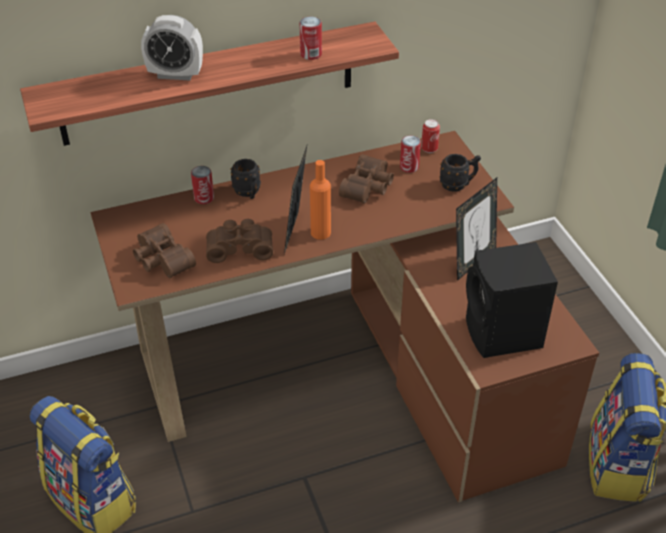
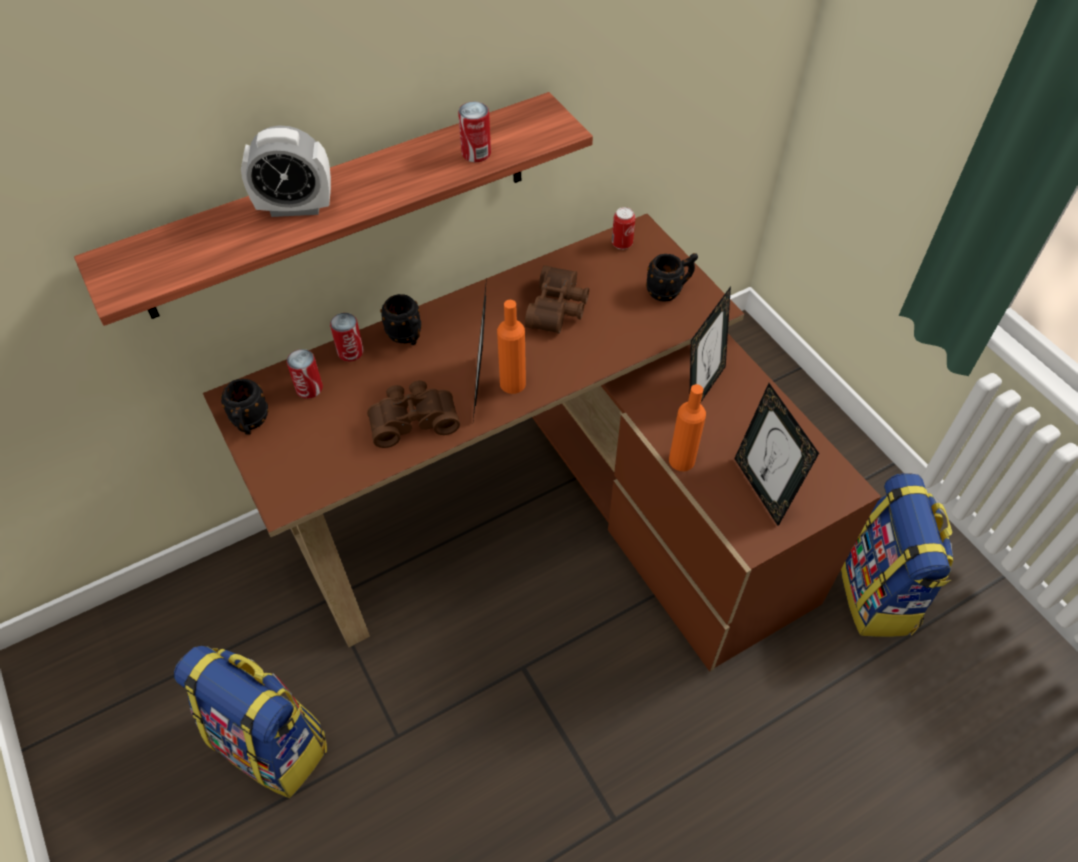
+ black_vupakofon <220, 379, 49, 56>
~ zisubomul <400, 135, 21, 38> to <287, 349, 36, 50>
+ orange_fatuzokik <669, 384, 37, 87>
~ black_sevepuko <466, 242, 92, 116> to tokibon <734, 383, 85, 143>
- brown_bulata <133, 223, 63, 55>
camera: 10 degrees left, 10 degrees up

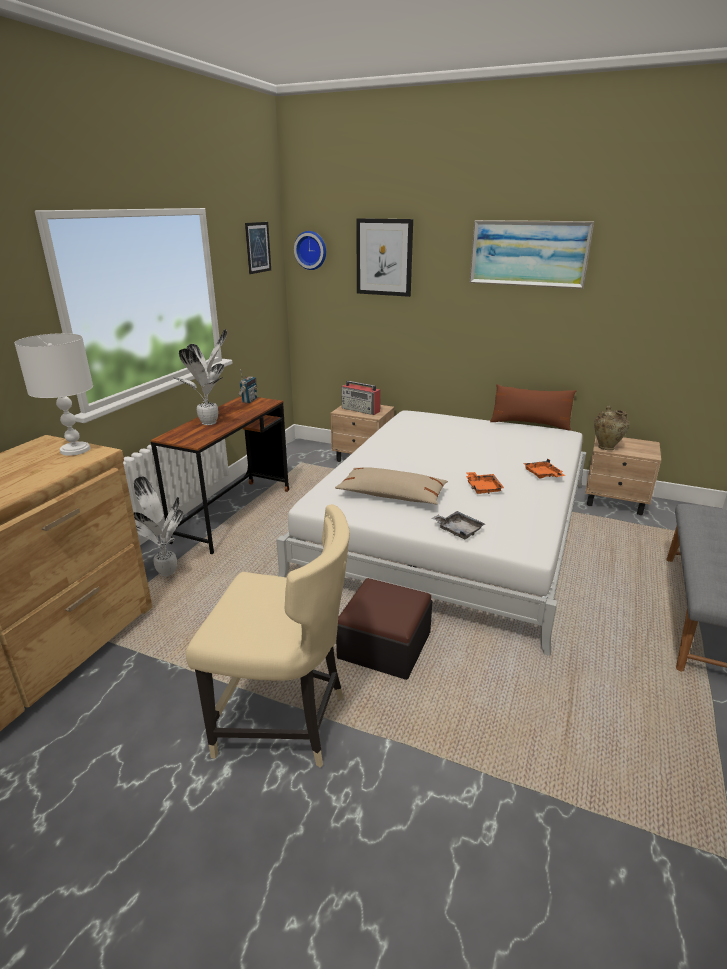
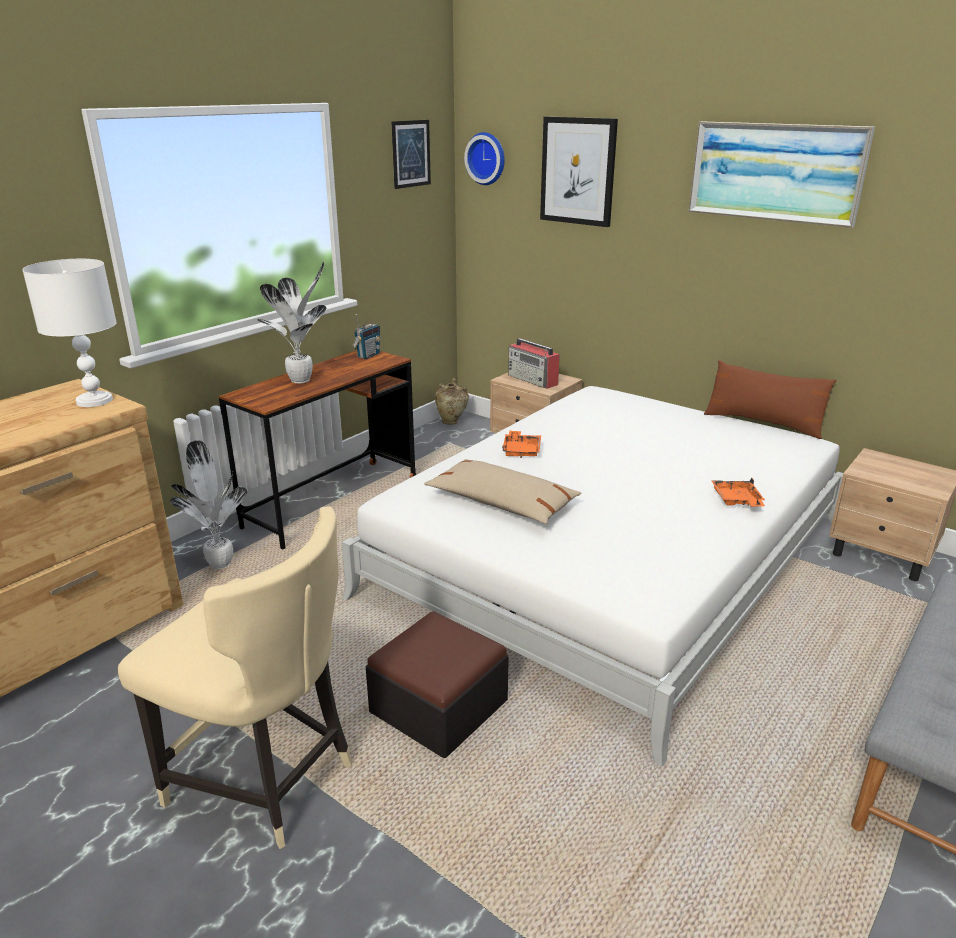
~ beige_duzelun <594, 405, 36, 45> to <435, 378, 34, 47>
~ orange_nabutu <466, 472, 38, 22> to <502, 431, 39, 27>
- grey_nabutu <432, 511, 53, 29>
camera: 15 degrees right, 0 degrees up

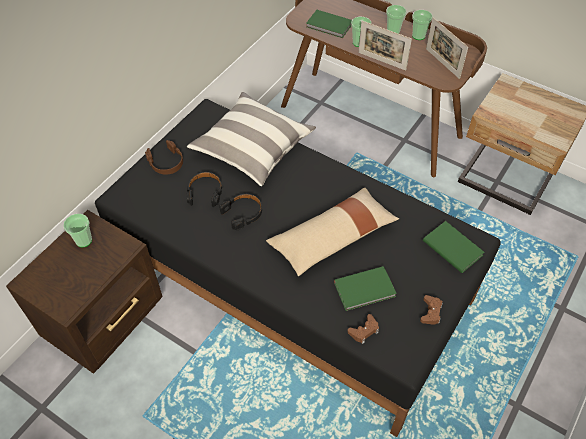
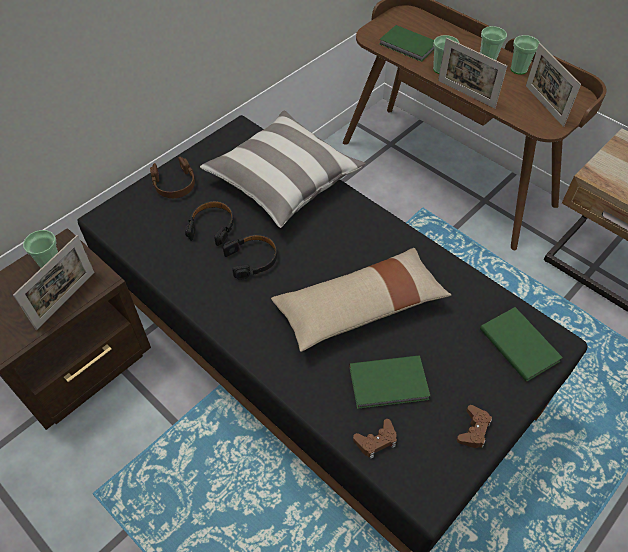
+ tokibon <13, 235, 82, 95>
camera: 10 degrees right, 0 degrees up

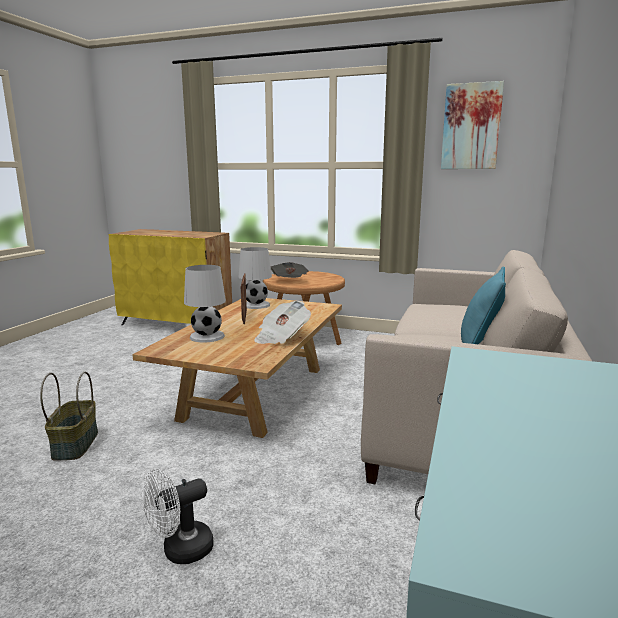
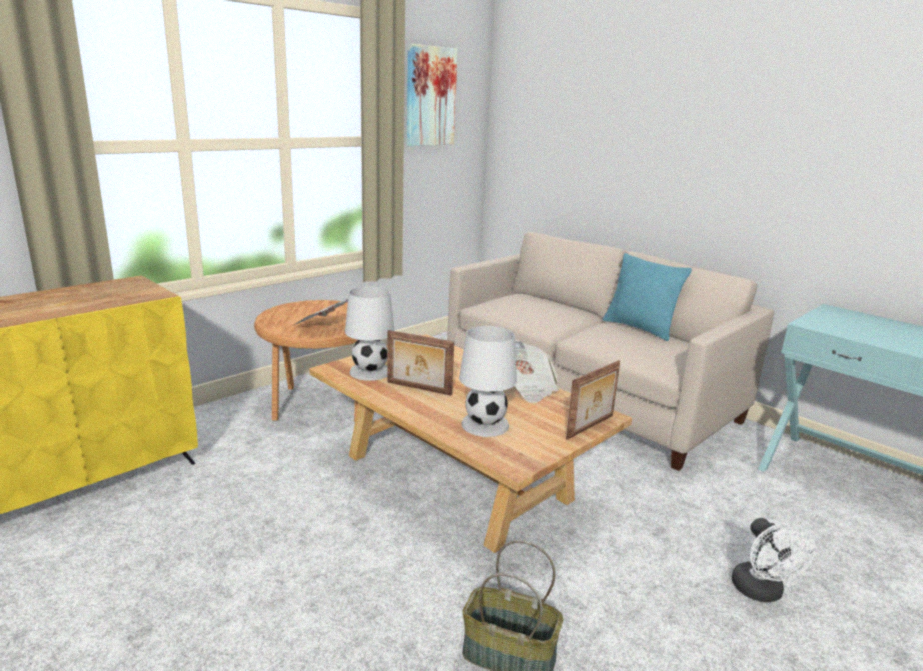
+ tokibon <566, 360, 54, 80>
camera: 65 degrees left, 5 degrees up

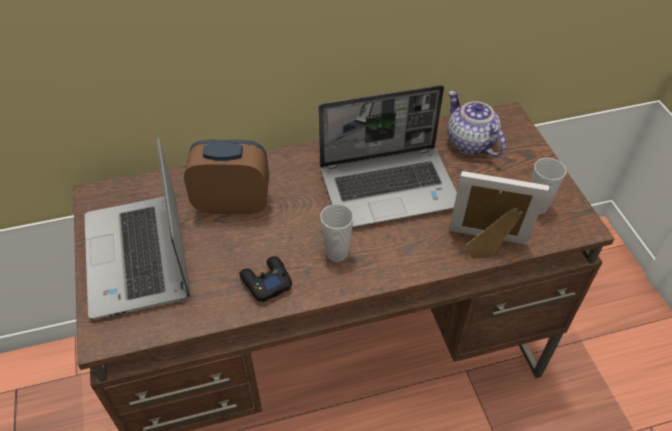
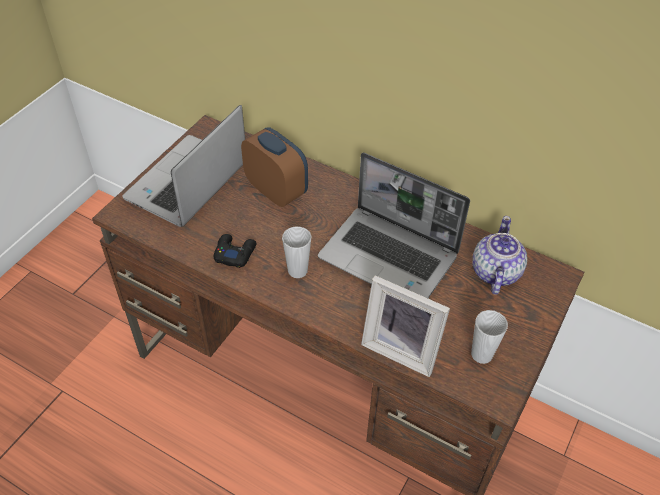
~ tokibon <449, 171, 100, 87> = <361, 275, 89, 102> 150 degrees clockwise
camera: 45 degrees right, 0 degrees up

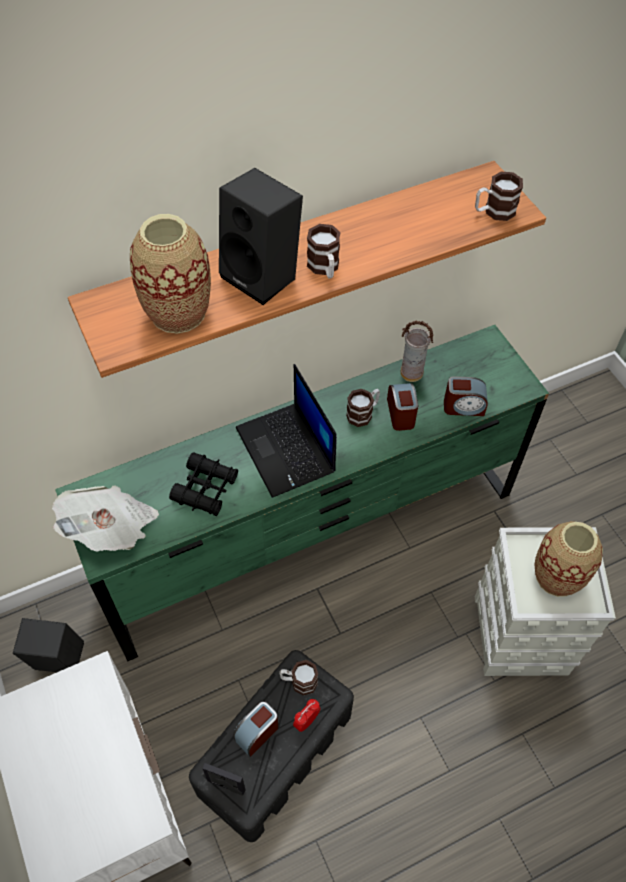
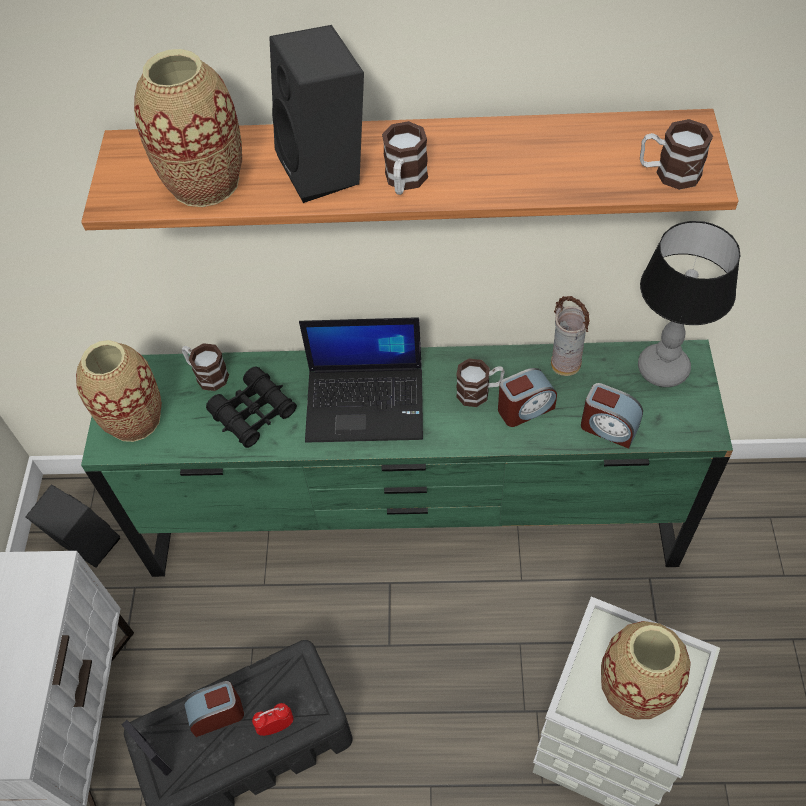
~ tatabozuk <52, 485, 107, 67> to duzelun <76, 340, 86, 102>
~ vupakofon <279, 660, 39, 36> to <182, 343, 47, 48>
~ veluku <236, 364, 101, 134> = <299, 317, 124, 126> 90 degrees counterclockwise
~ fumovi <387, 383, 31, 48> = <498, 368, 59, 59> 45 degrees clockwise
+ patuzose <638, 221, 103, 166>
camera: 30 degrees right, 0 degrees up

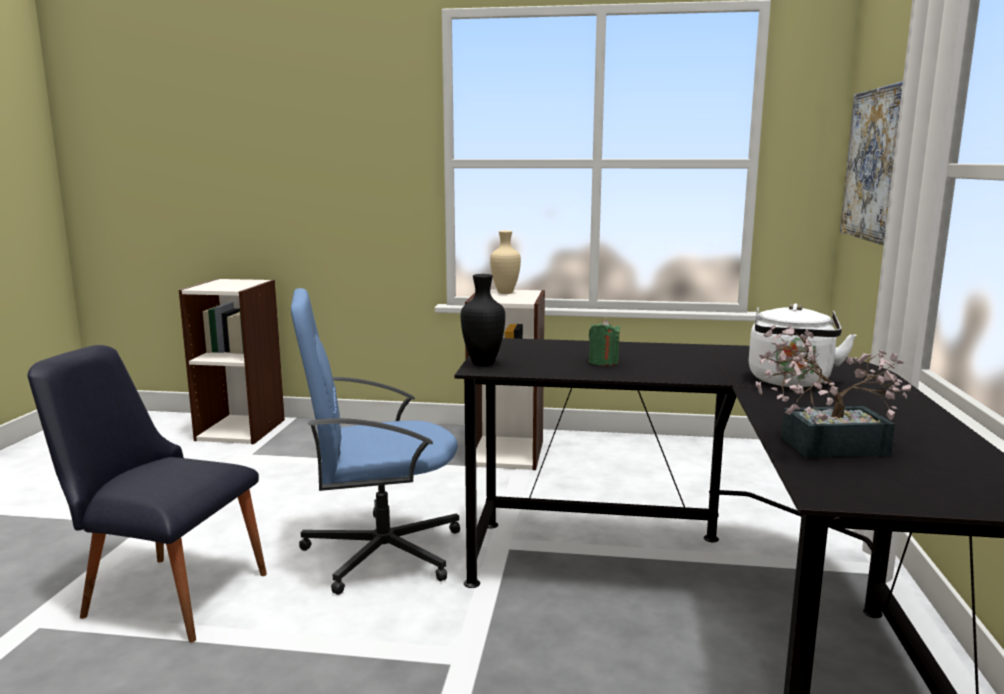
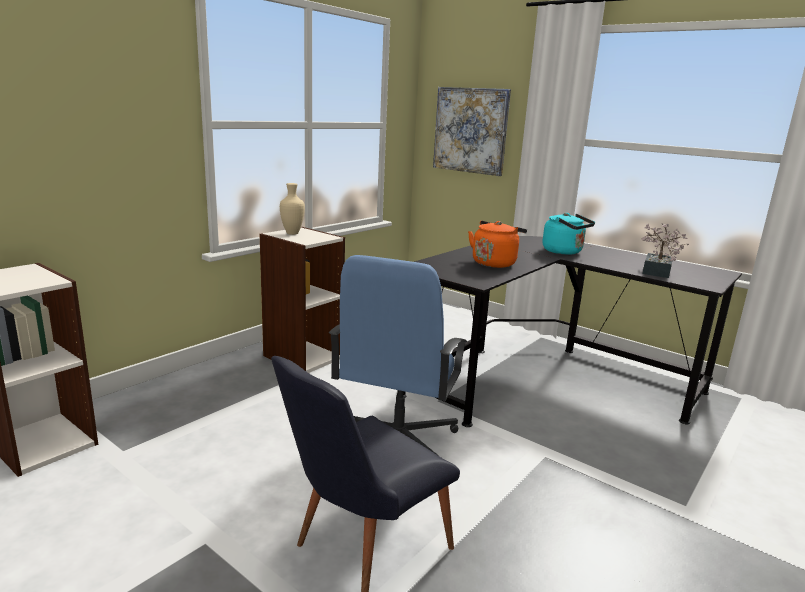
~ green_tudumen <589, 319, 32, 47> to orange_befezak <468, 221, 59, 47>
~ white_befezak <749, 303, 107, 84> to turquoise_befezak <543, 213, 52, 42>
- black_duzelun <461, 274, 44, 92>
camera: 60 degrees left, 5 degrees up

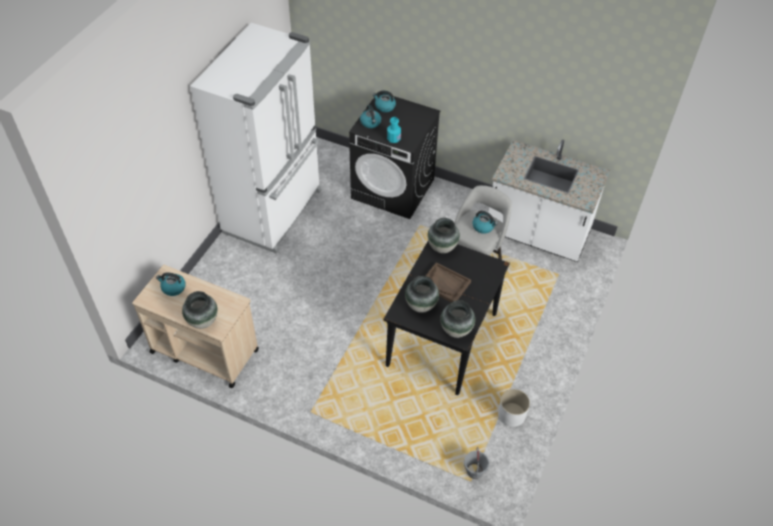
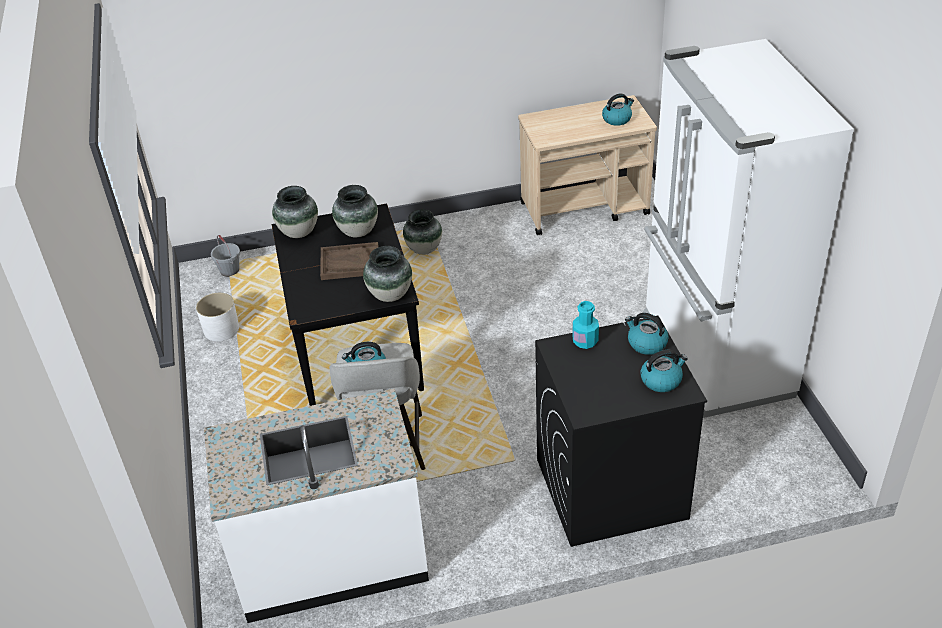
~ duzelun <182, 291, 36, 38> to <403, 209, 39, 46>
camera: 145 degrees right, 10 degrees down

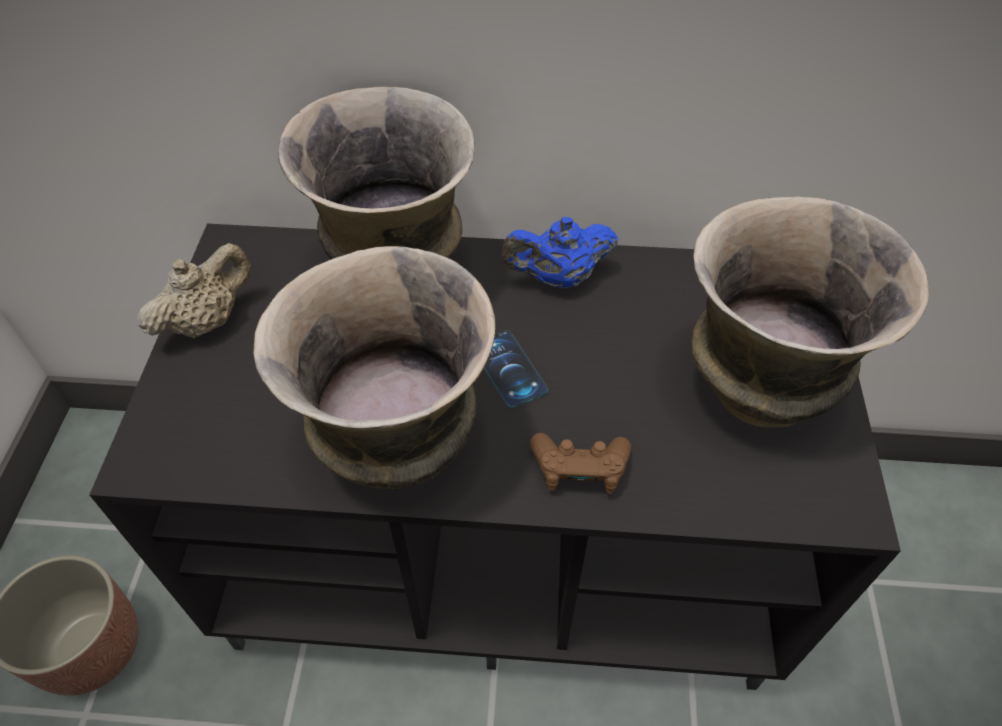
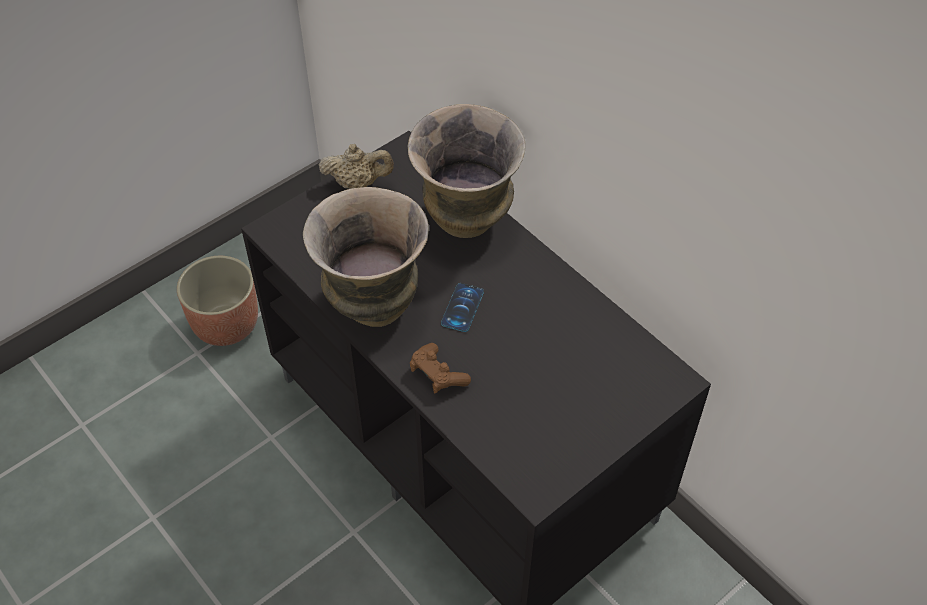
- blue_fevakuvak <502, 217, 116, 72>
- duzelun <691, 196, 238, 231>
camera: 45 degrees right, 0 degrees up

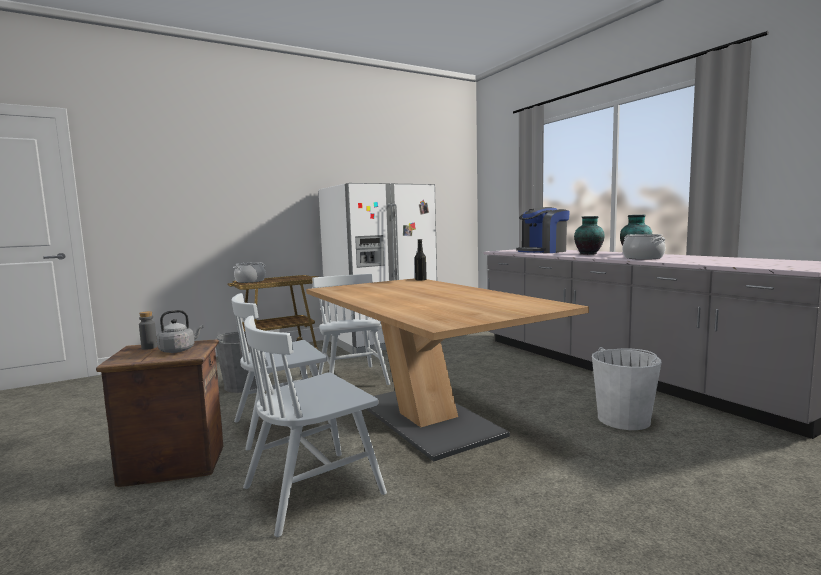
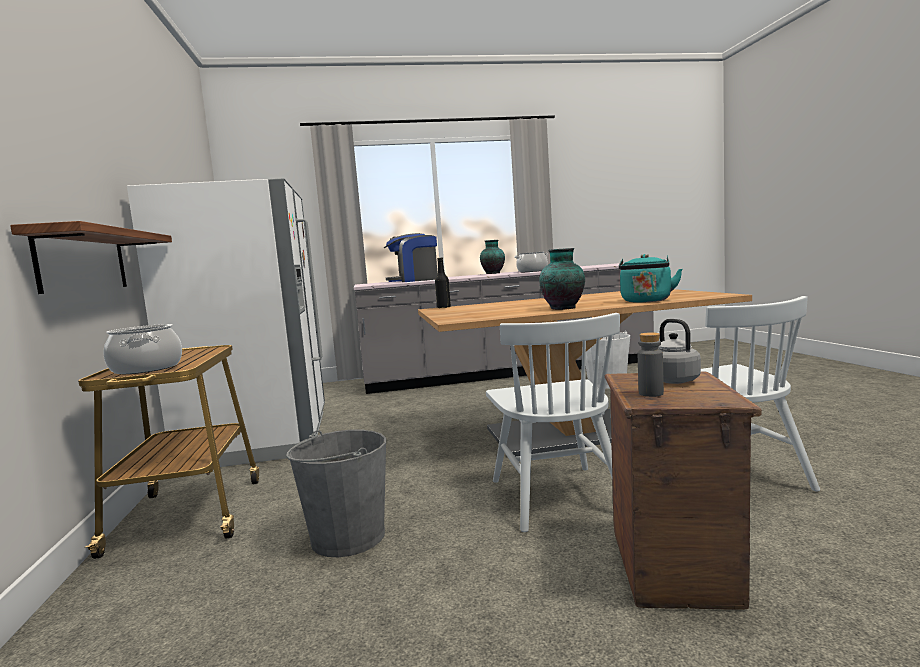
+ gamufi <10, 221, 162, 73>
~ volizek <516, 207, 54, 46> = <384, 233, 54, 49> 90 degrees clockwise
~ duzelun <574, 216, 31, 39> to <539, 248, 46, 62>
+ turquoise_befezak <619, 254, 63, 49>
- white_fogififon <312, 274, 78, 111>
camera: 70 degrees left, 0 degrees up

